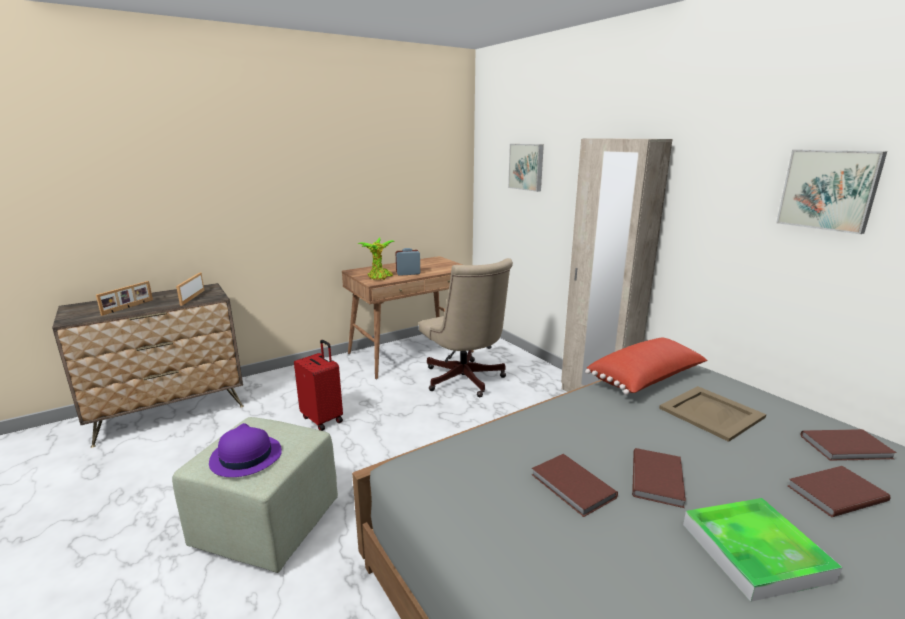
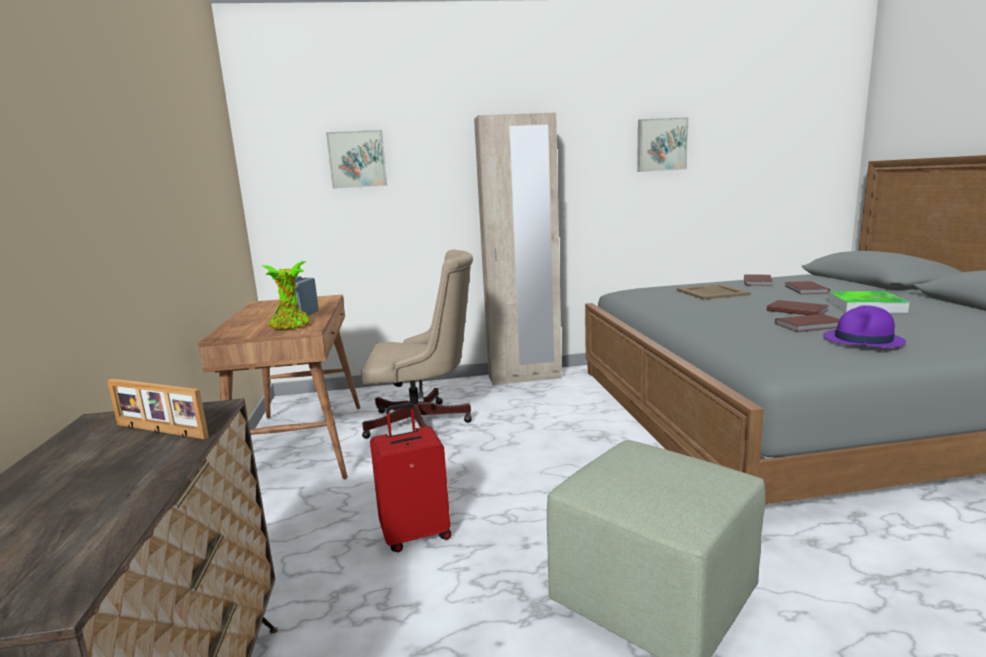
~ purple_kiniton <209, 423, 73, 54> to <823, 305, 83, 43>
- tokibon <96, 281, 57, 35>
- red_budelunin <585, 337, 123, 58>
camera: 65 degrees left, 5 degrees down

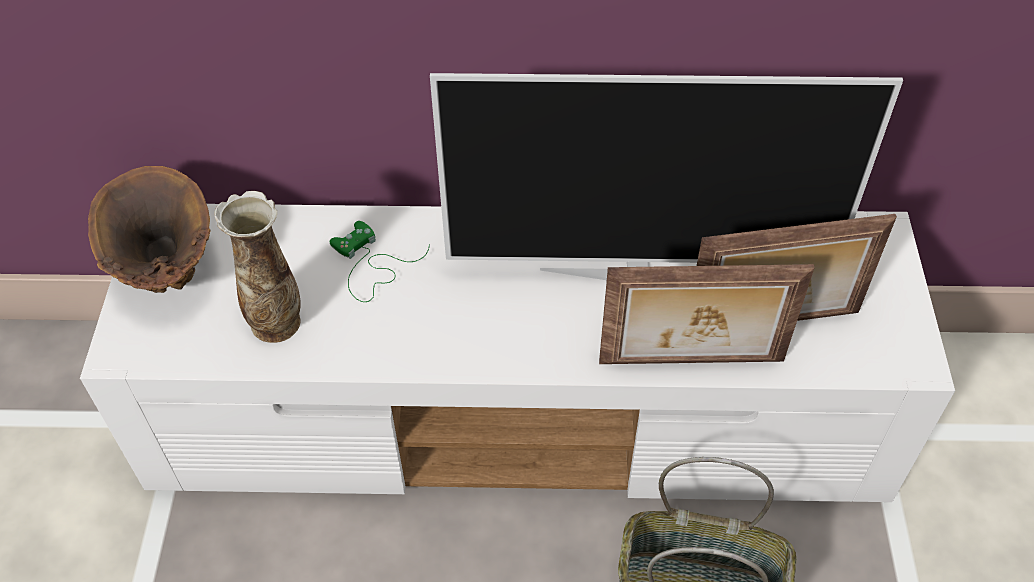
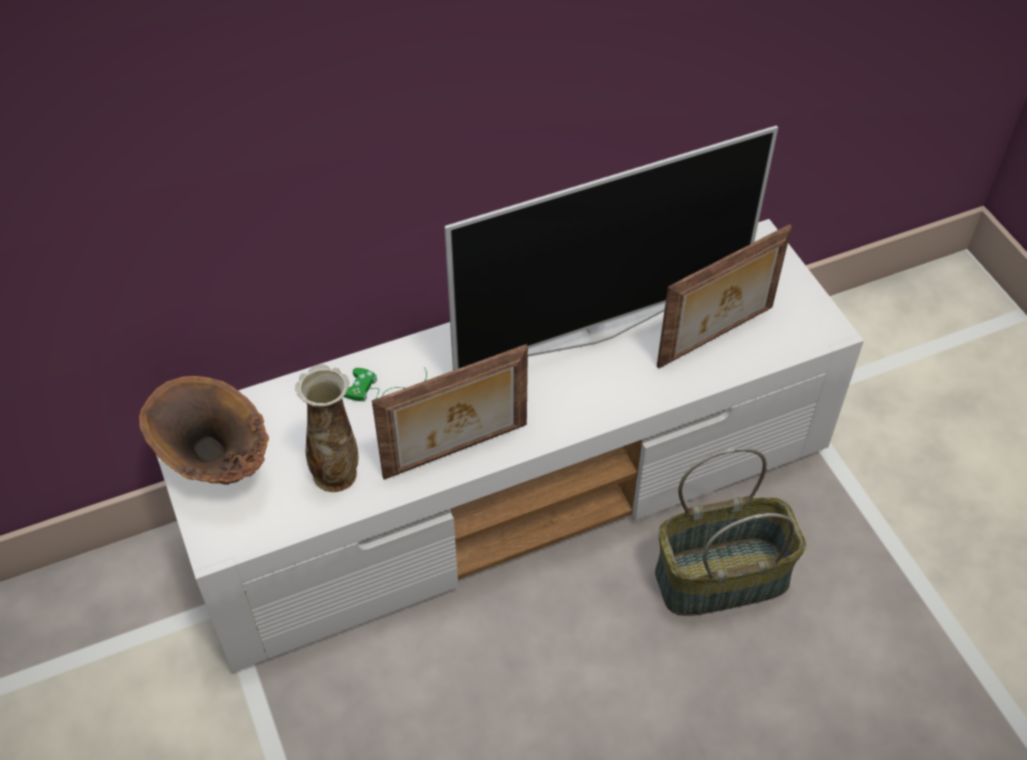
~ tokibon <599, 264, 216, 100> to <372, 344, 156, 136>
camera: 25 degrees left, 0 degrees up

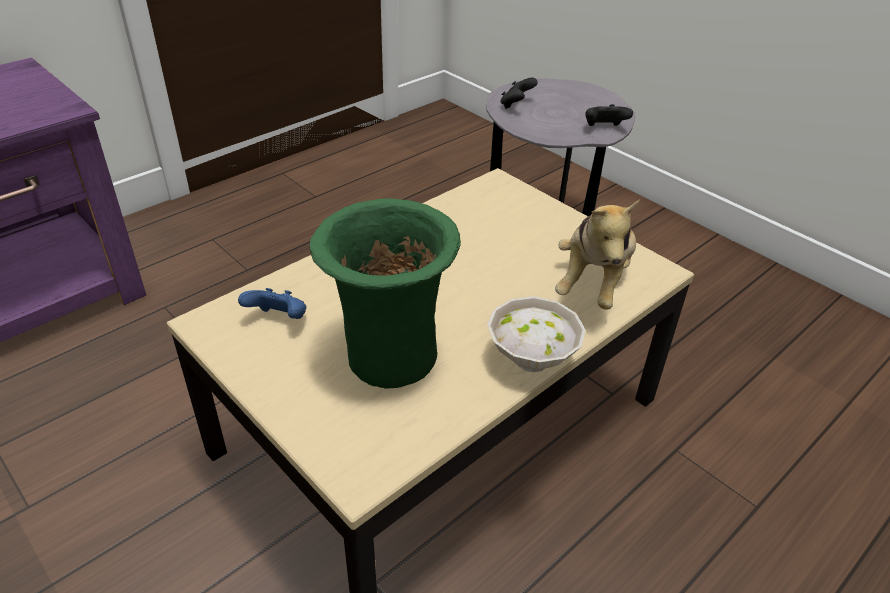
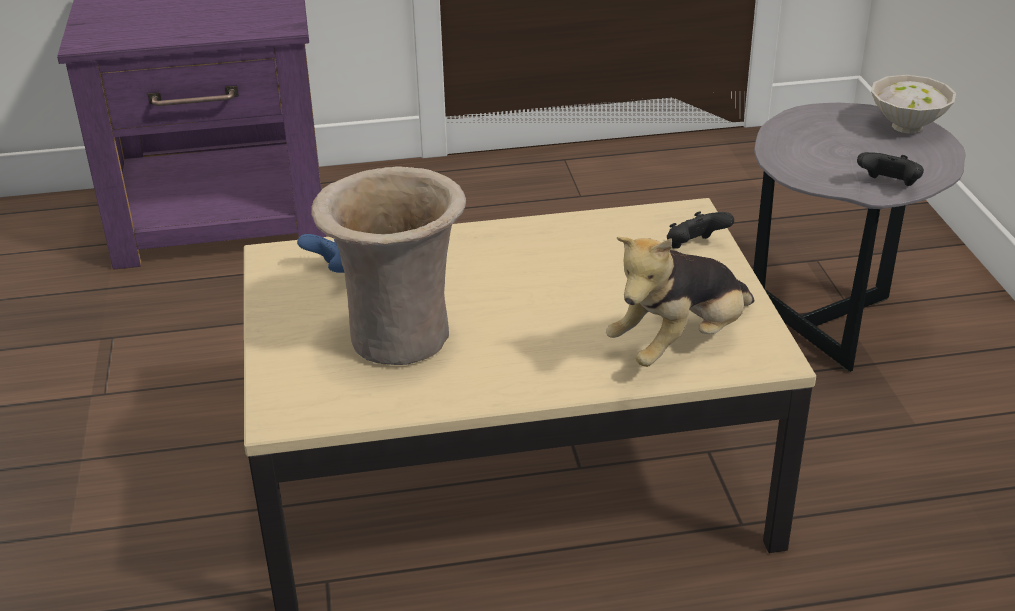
~ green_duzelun <310, 198, 151, 191> to beige_duzelun <311, 166, 155, 199>
~ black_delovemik <500, 77, 38, 32> to <667, 211, 67, 38>
~ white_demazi <487, 296, 99, 76> to <871, 75, 85, 59>
camera: 35 degrees right, 5 degrees down

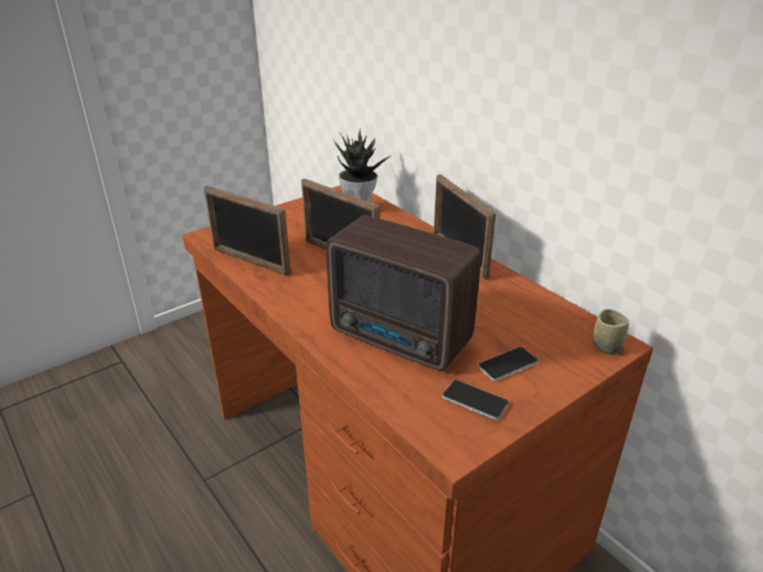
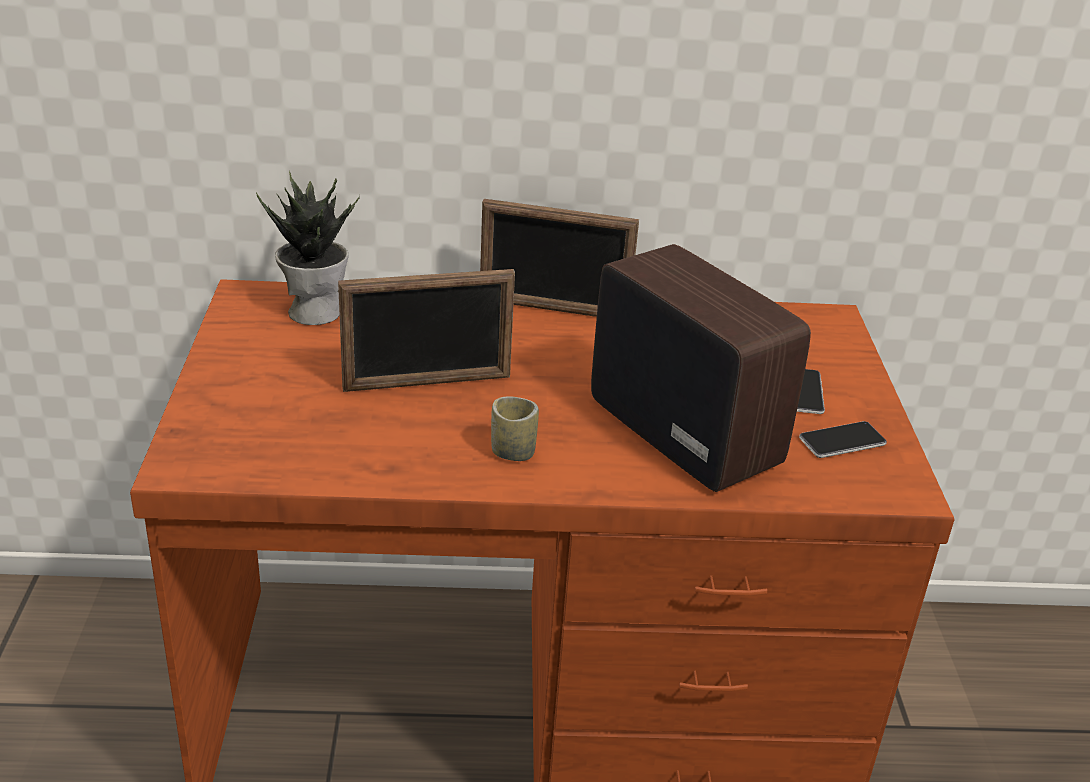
~ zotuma <593, 309, 36, 46> to <491, 397, 48, 64>
~ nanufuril <326, 215, 155, 156> = <591, 244, 220, 248> 105 degrees counterclockwise
- tokibon <204, 186, 87, 90>
camera: 55 degrees left, 0 degrees up

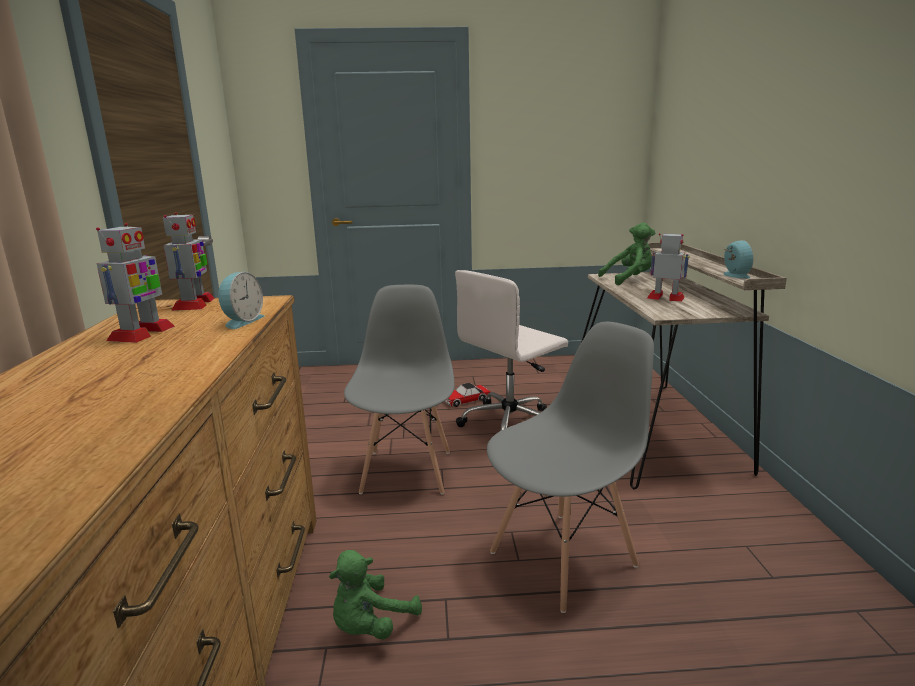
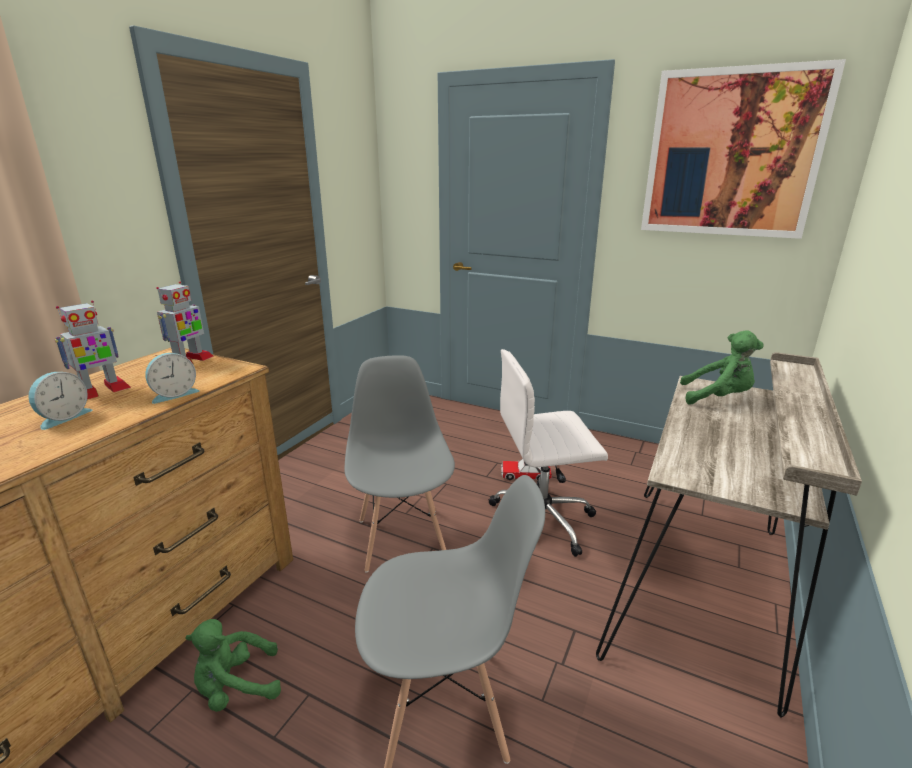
~ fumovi <723, 240, 31, 39> to <28, 372, 64, 58>
~ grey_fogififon <344, 285, 110, 210> = <344, 355, 111, 218> 45 degrees counterclockwise
+ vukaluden <641, 59, 205, 180>
- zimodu <647, 233, 42, 69>
camera: 30 degrees right, 5 degrees up

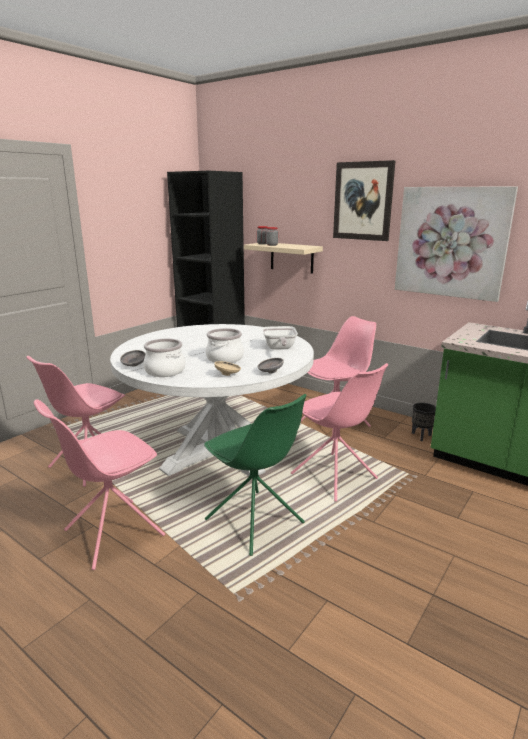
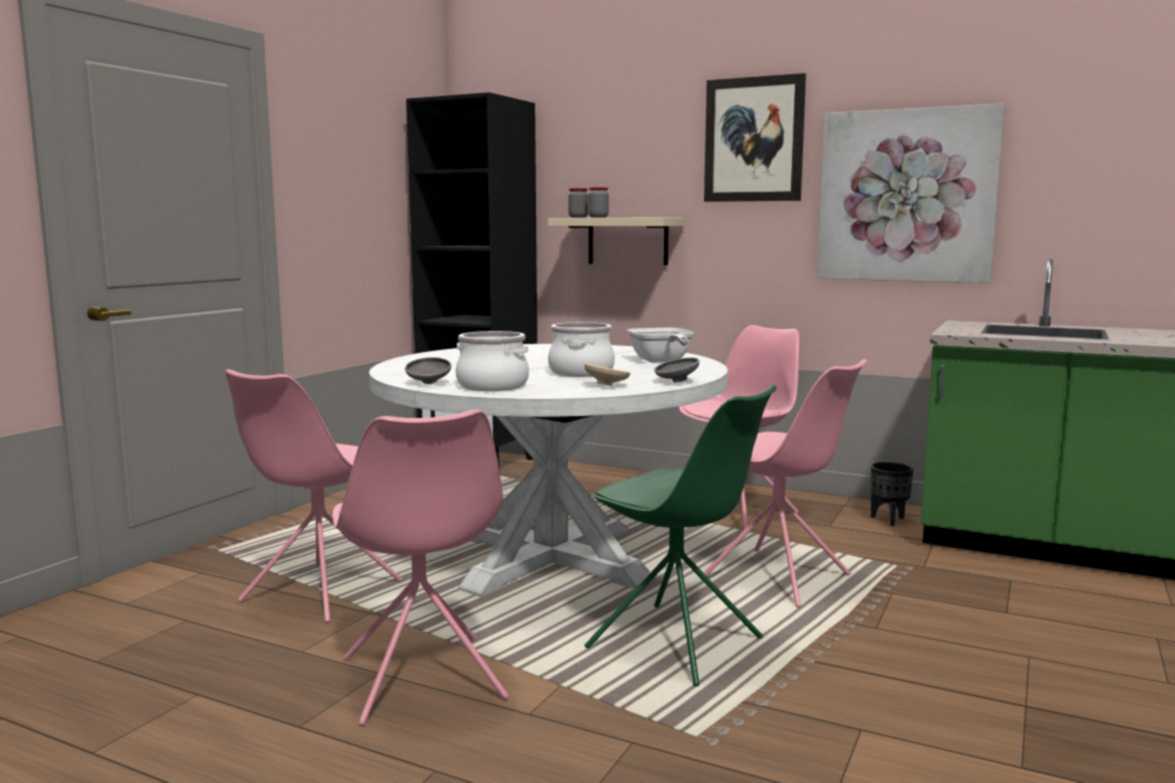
~ pink_fogififon <34, 399, 131, 171> = <332, 410, 177, 316> 60 degrees counterclockwise
camera: 10 degrees left, 10 degrees down

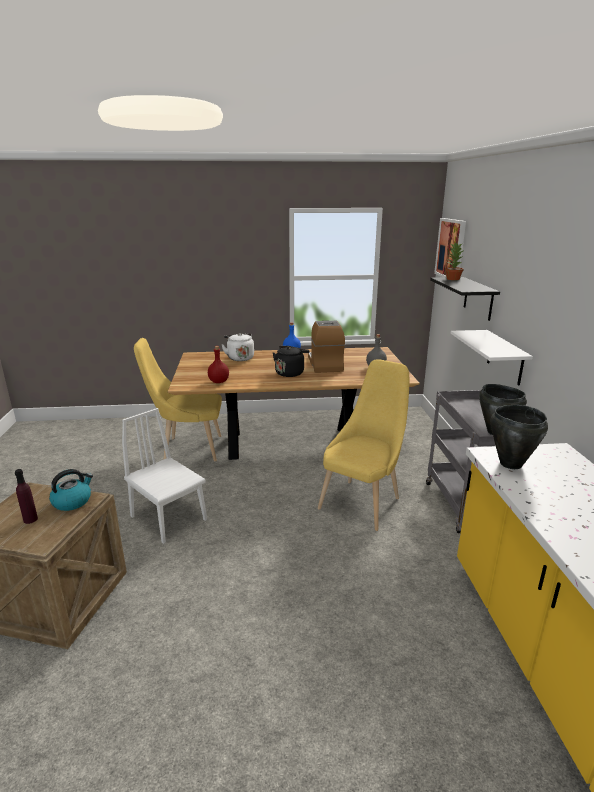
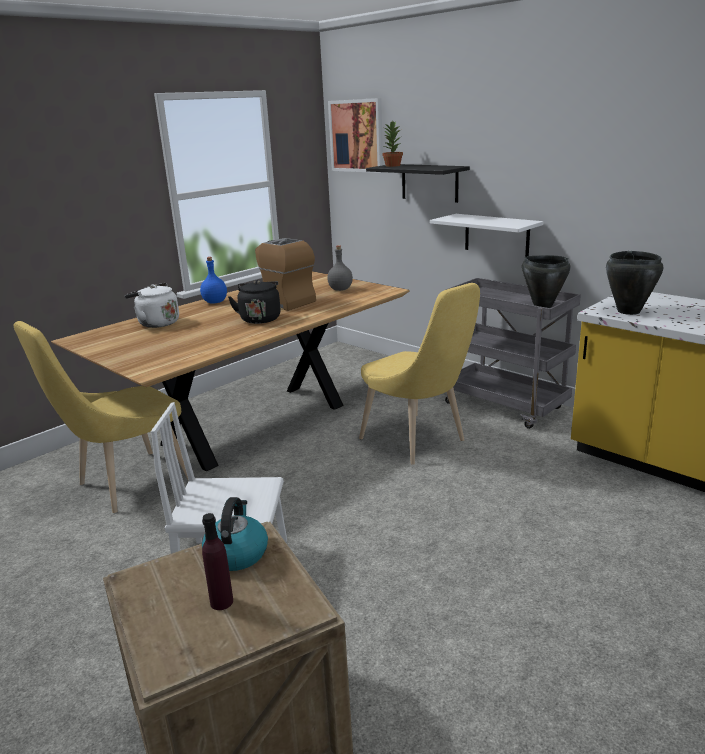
~ yellow_fogififon <318, 359, 91, 172> = <359, 283, 121, 182> 150 degrees clockwise
- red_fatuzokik <208, 346, 21, 37>
camera: 40 degrees left, 0 degrees up

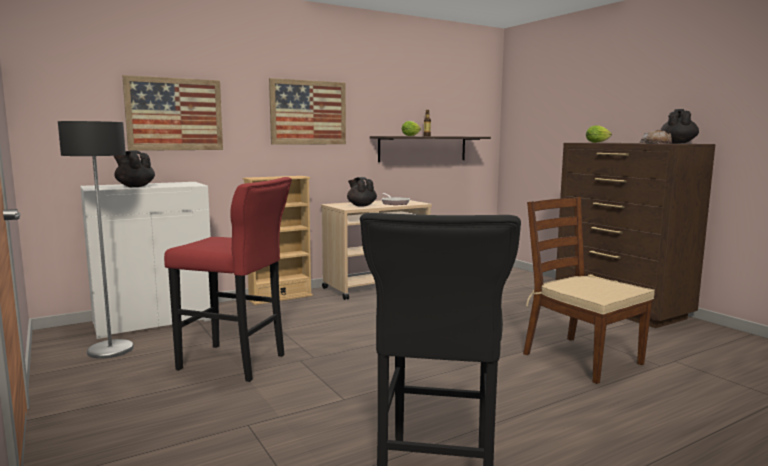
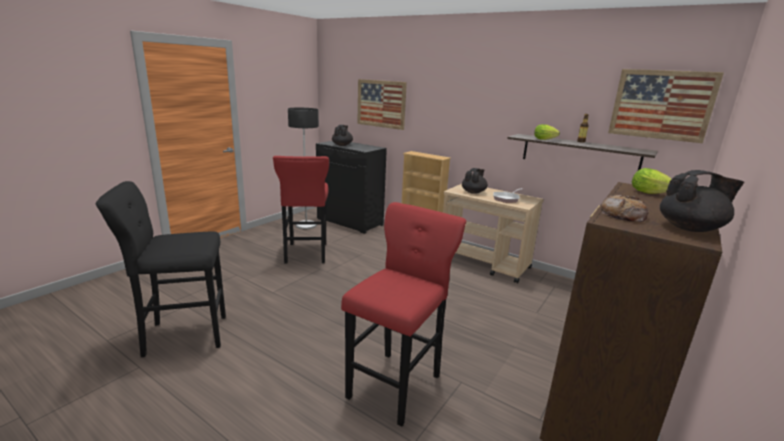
~ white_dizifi <80, 182, 131, 157> to black_dizifi <316, 141, 71, 93>
~ brown_fogififon <523, 197, 132, 187> to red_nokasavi <341, 202, 125, 224>
~ vukaluden <269, 78, 77, 67> to <608, 69, 116, 74>
camera: 65 degrees right, 10 degrees up

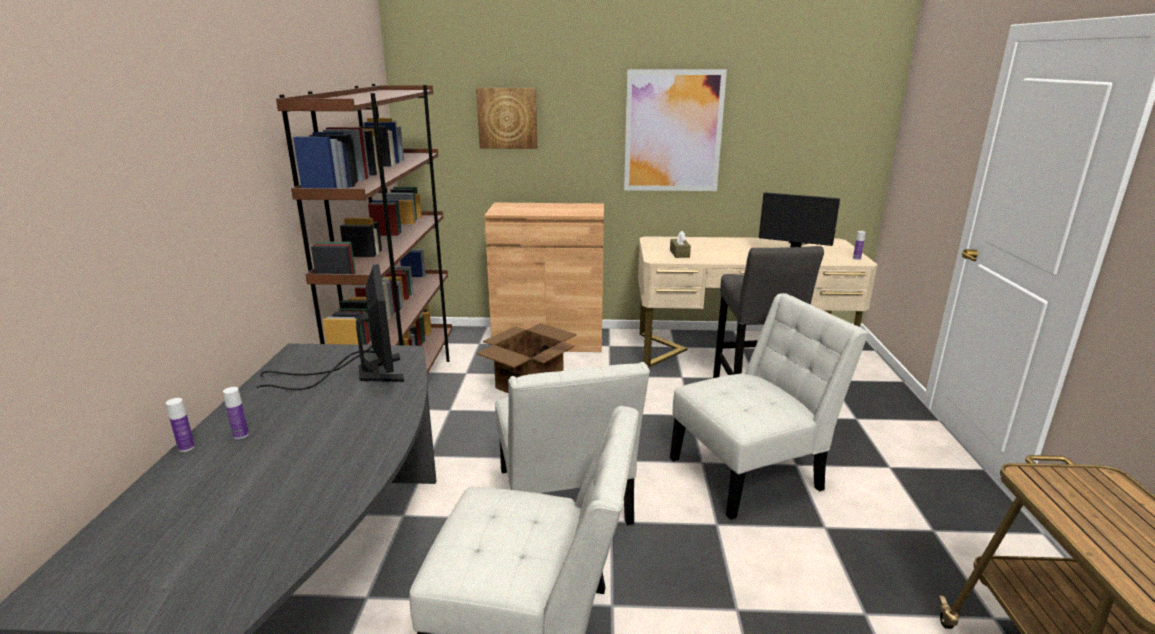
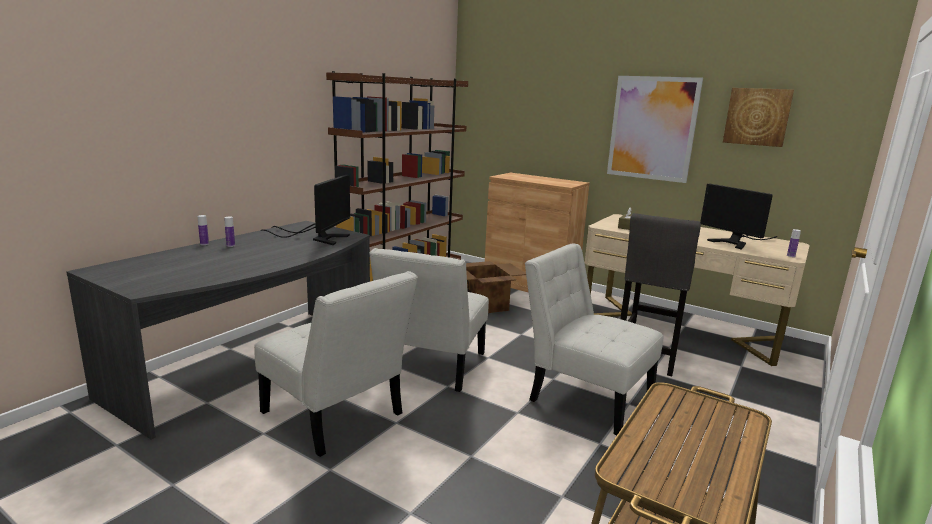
~ white_fogififon <670, 293, 199, 227> = <525, 244, 138, 191> 150 degrees counterclockwise
~ vukaluden <476, 88, 61, 61> to <723, 88, 71, 59>
camera: 30 degrees right, 5 degrees down

